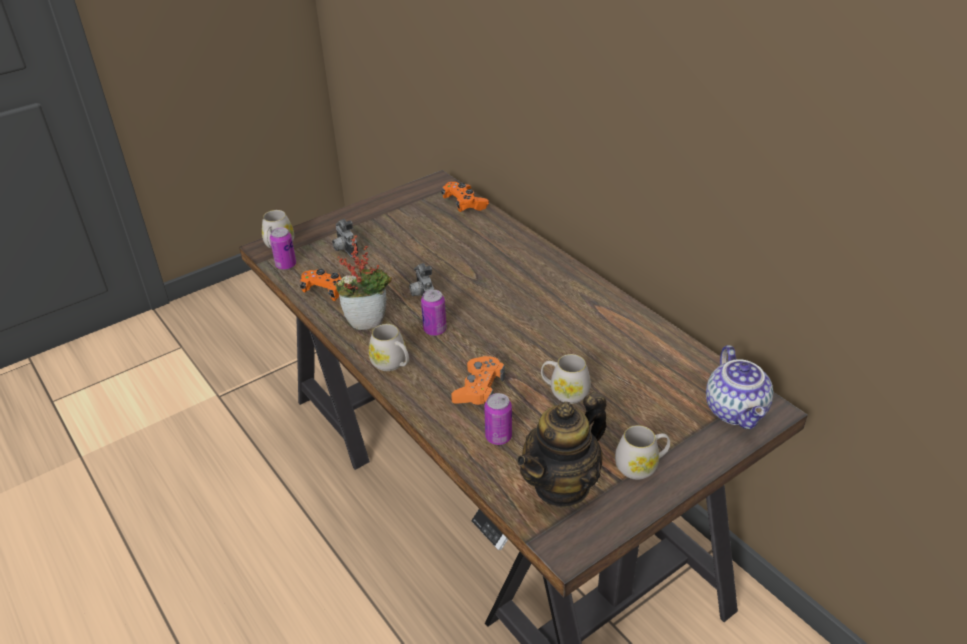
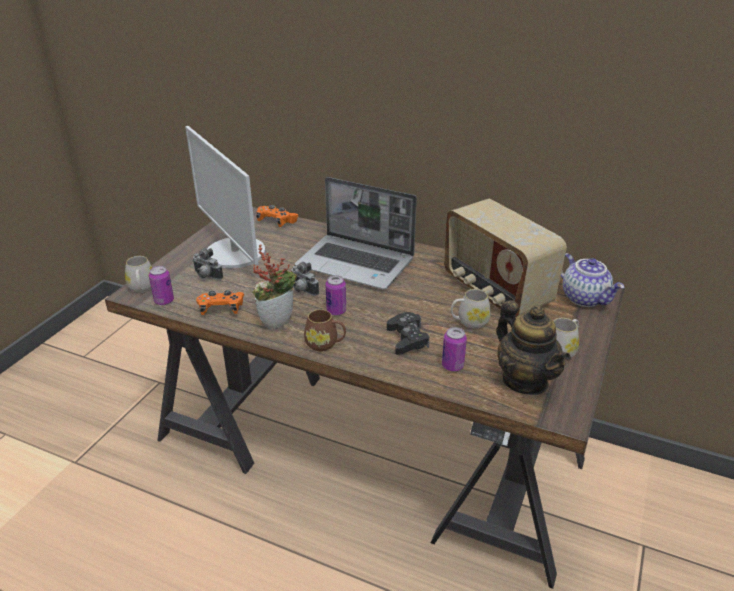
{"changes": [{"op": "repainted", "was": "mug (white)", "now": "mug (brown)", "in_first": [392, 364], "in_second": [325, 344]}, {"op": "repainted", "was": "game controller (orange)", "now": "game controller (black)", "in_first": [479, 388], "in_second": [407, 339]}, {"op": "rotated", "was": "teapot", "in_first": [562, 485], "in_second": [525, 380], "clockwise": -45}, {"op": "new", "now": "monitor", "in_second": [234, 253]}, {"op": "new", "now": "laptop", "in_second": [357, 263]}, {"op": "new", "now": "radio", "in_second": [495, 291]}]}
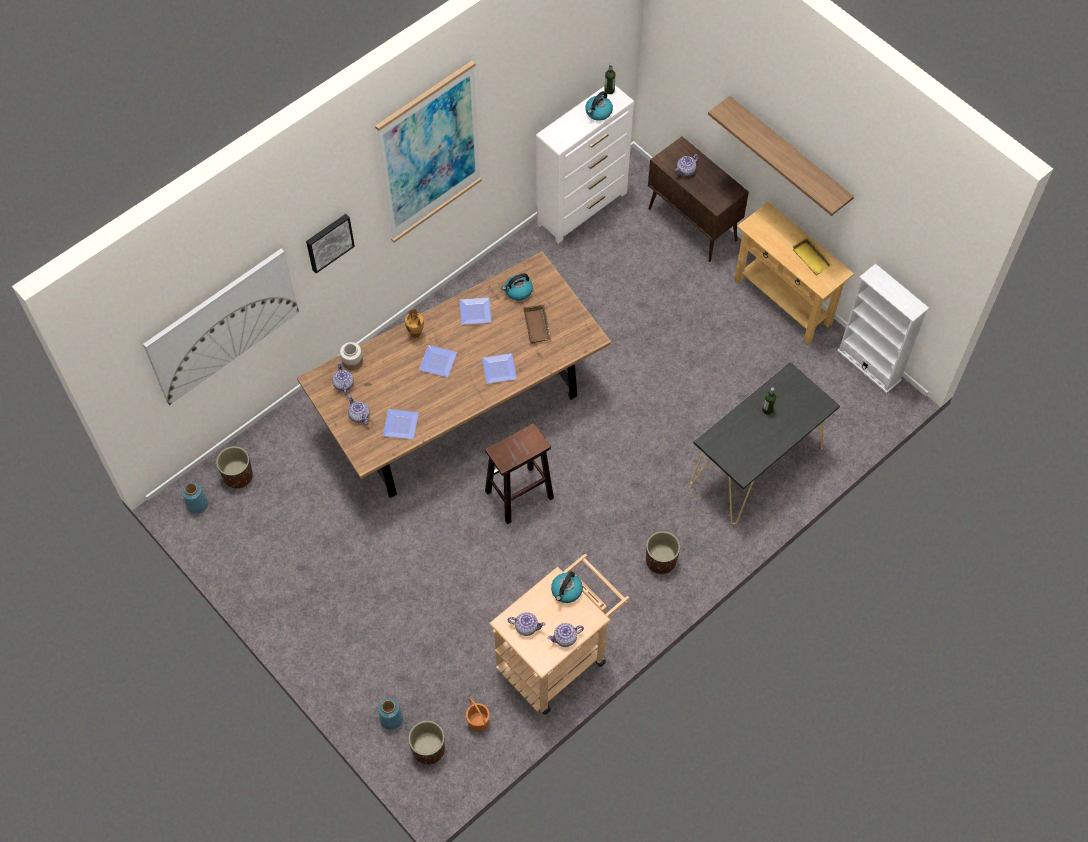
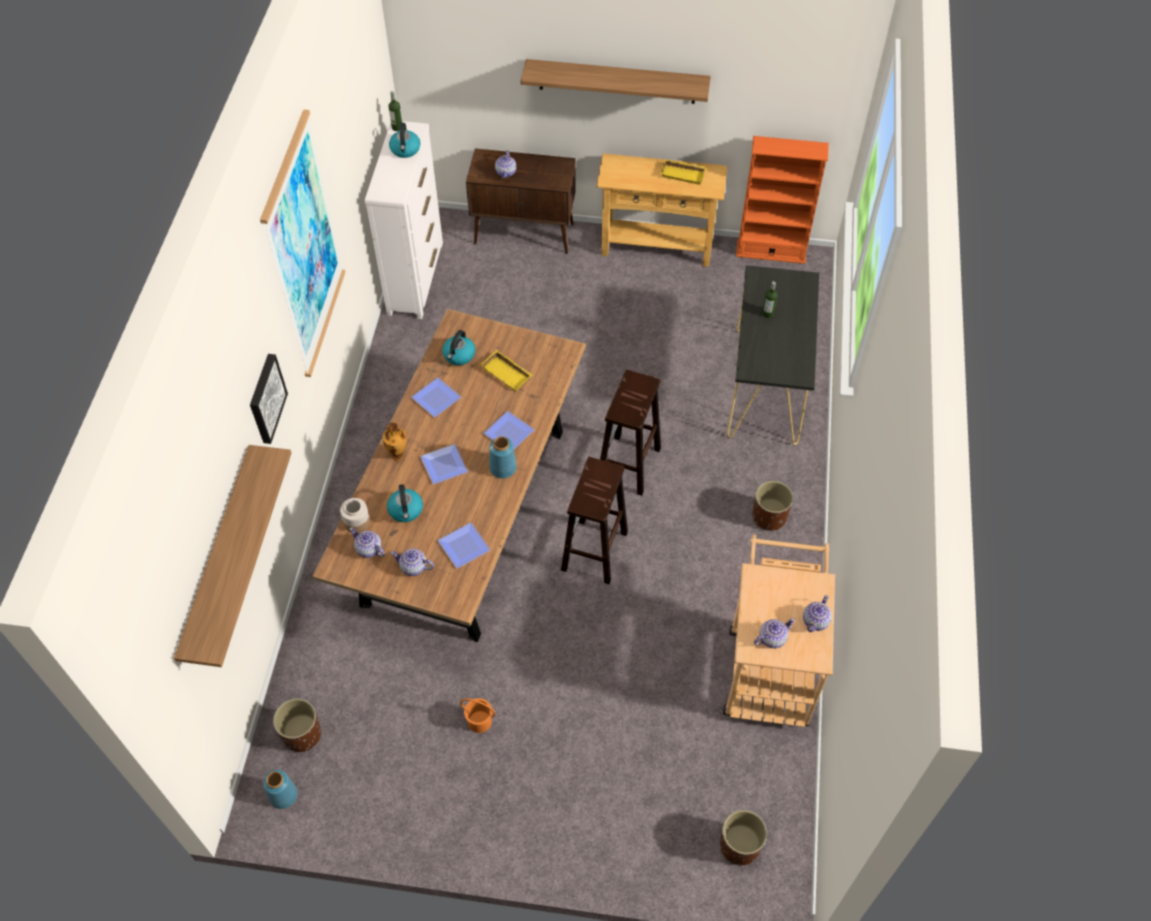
{"changes": [{"op": "swapped", "was": "picture", "now": "shelf", "in_first": [223, 325], "in_second": [218, 557]}, {"op": "repainted", "was": "bookcase (white)", "now": "bookcase (orange)", "in_first": [869, 365], "in_second": [771, 251]}, {"op": "repainted", "was": "tray (brown)", "now": "tray (yellow)", "in_first": [538, 326], "in_second": [508, 373]}, {"op": "shifted", "was": "kettle", "in_first": [566, 591], "in_second": [406, 510]}, {"op": "shifted", "was": "bucket (orange)", "in_first": [478, 722], "in_second": [479, 722]}, {"op": "shifted", "was": "vase (blue)", "in_first": [391, 719], "in_second": [503, 468]}, {"op": "new", "now": "stool (brown)", "in_second": [628, 466]}]}
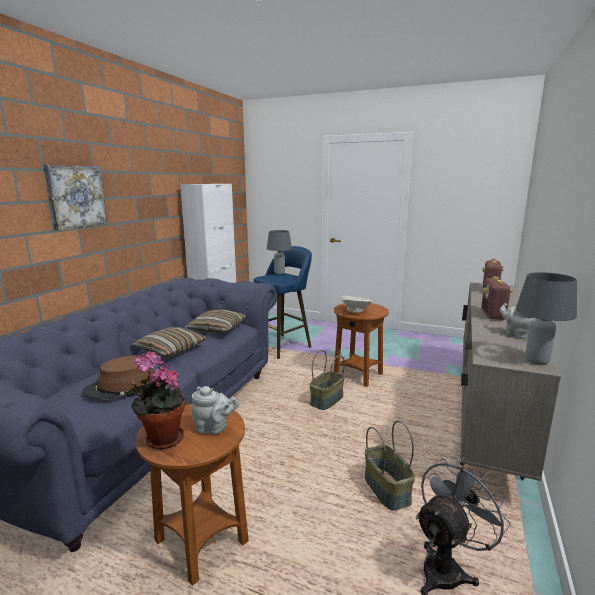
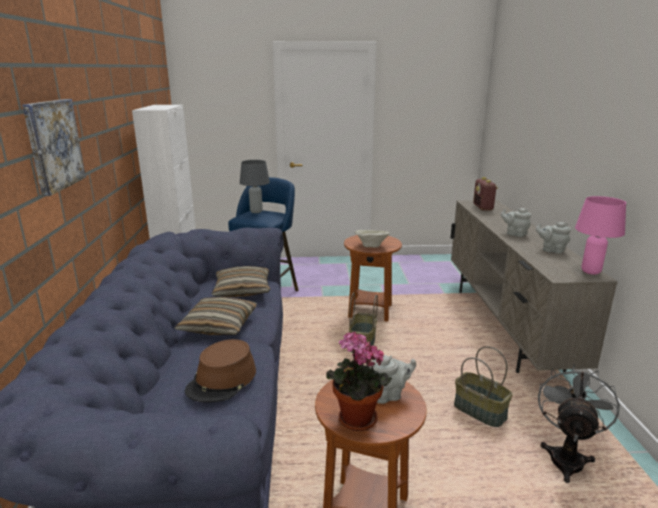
{"changes": [{"op": "repainted", "was": "table lamp (grey)", "now": "table lamp (pink)", "in_first": [536, 361], "in_second": [590, 271]}, {"op": "swapped", "was": "radio", "now": "teapot (grey)", "in_first": [493, 315], "in_second": [515, 234]}]}
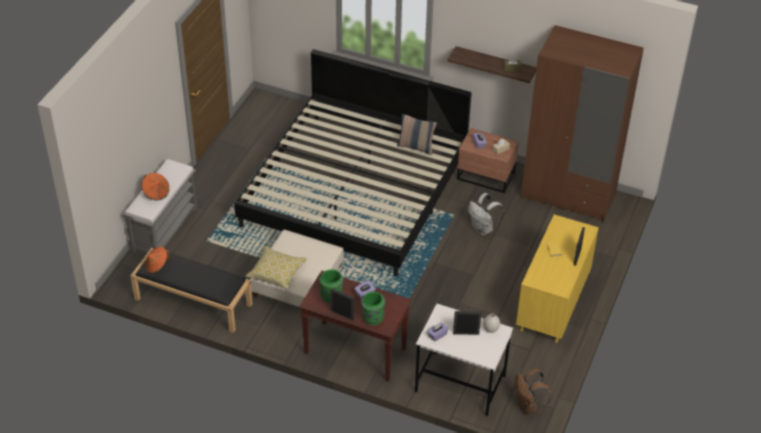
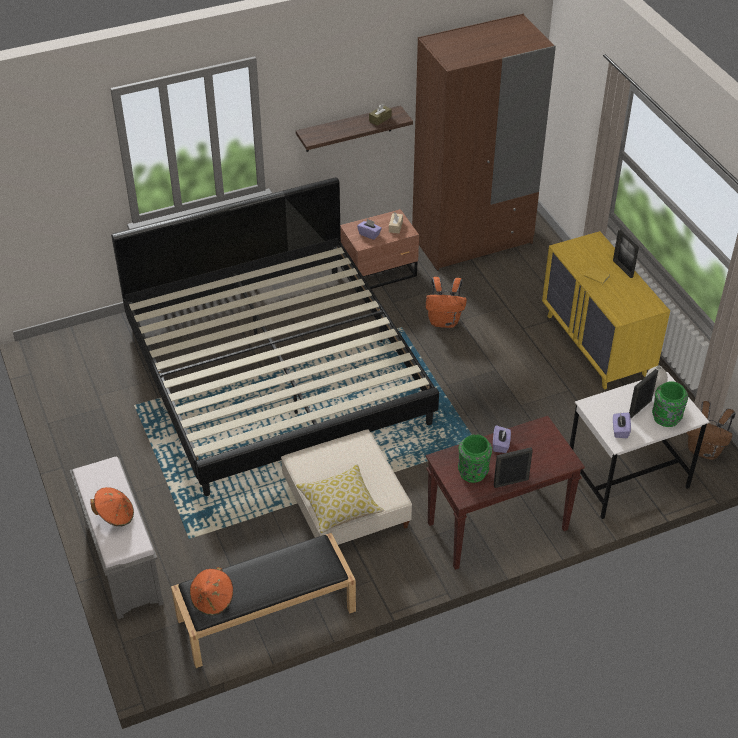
{"changes": [{"op": "gone", "was": "pillow", "in_first": [416, 147]}, {"op": "repainted", "was": "backpack (white)", "now": "backpack (orange)", "in_first": [483, 229], "in_second": [444, 321]}, {"op": "shifted", "was": "vase (green)", "in_first": [372, 318], "in_second": [666, 418]}]}
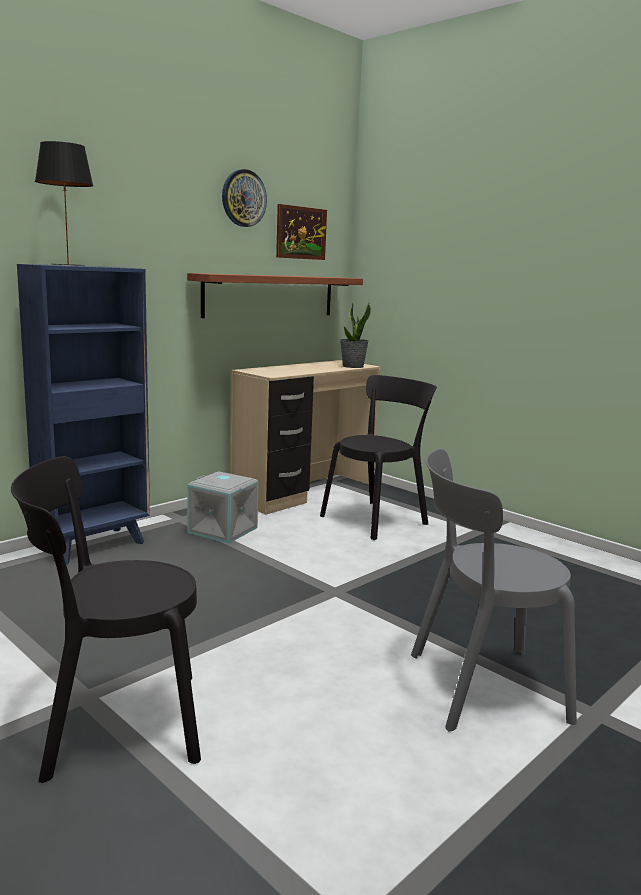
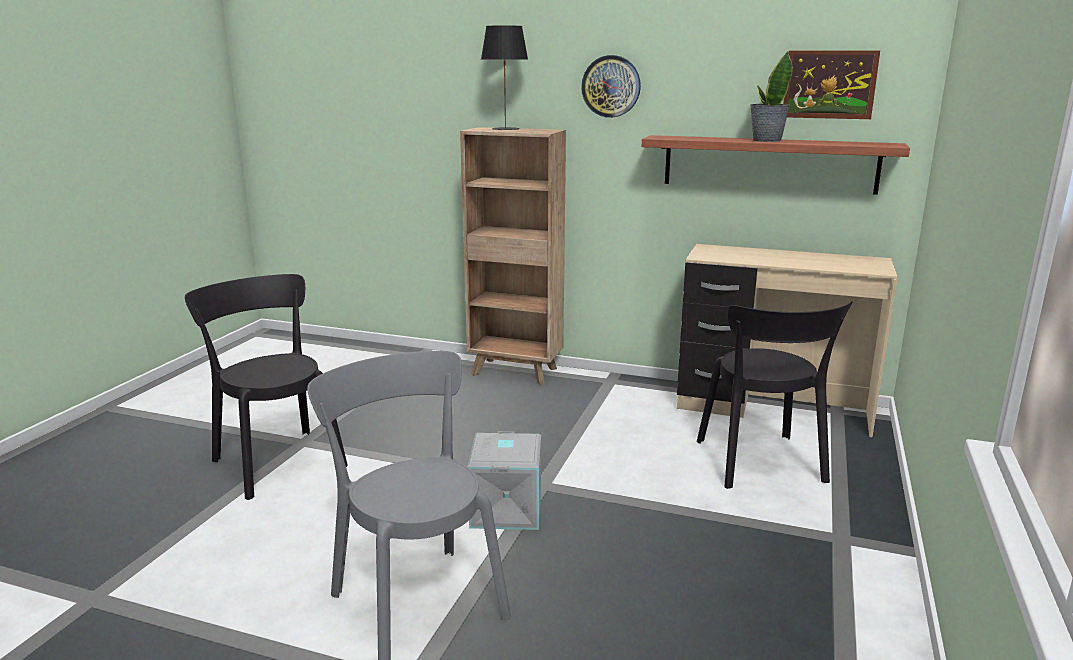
{"changes": [{"op": "shifted", "was": "wall clock", "in_first": [243, 198], "in_second": [611, 86]}, {"op": "repainted", "was": "bookcase (blue)", "now": "bookcase (brown)", "in_first": [95, 545], "in_second": [516, 372]}, {"op": "shifted", "was": "potted plant", "in_first": [353, 366], "in_second": [766, 140]}, {"op": "rotated", "was": "chair (black)", "in_first": [377, 519], "in_second": [761, 464], "clockwise": 60}, {"op": "shifted", "was": "storage box (grey)", "in_first": [224, 530], "in_second": [508, 510]}]}
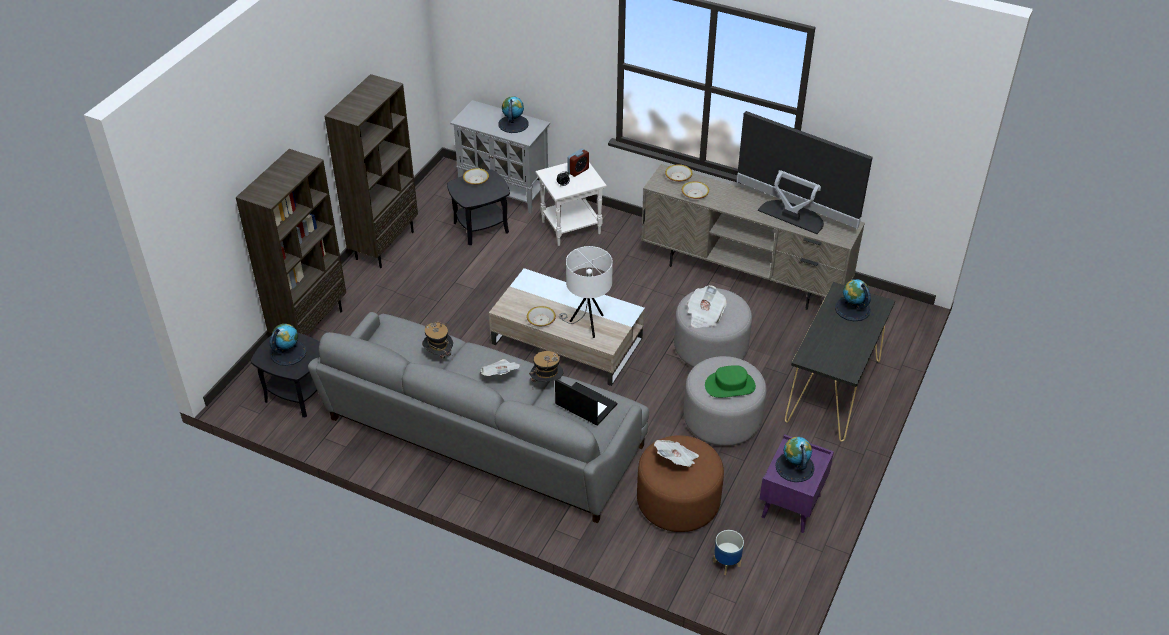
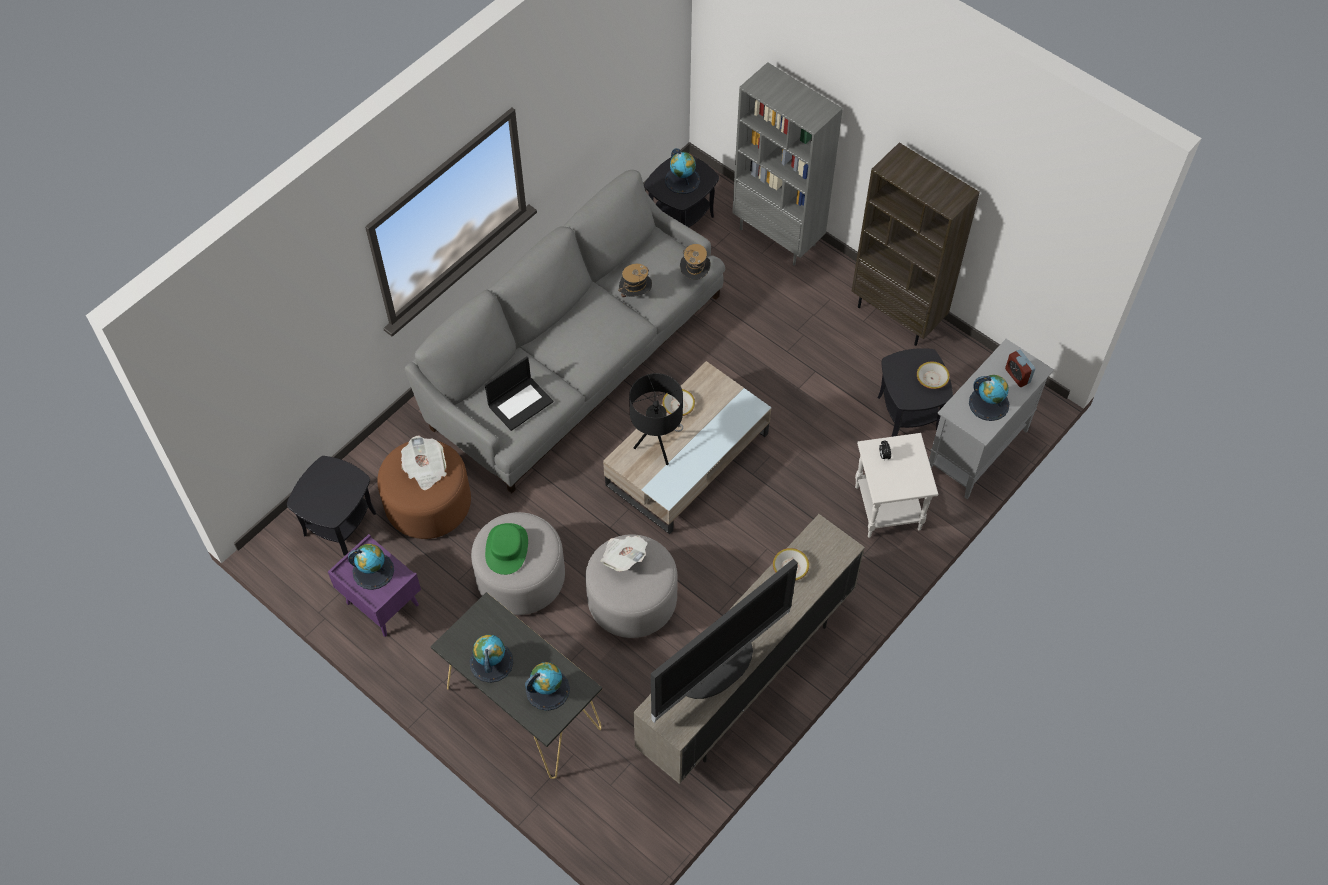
{"changes": [{"op": "shifted", "was": "alarm clock", "in_first": [578, 171], "in_second": [1017, 376]}, {"op": "repainted", "was": "bookcase (brown)", "now": "bookcase (grey)", "in_first": [310, 326], "in_second": [778, 236]}, {"op": "gone", "was": "bowl", "in_first": [678, 177]}, {"op": "repainted", "was": "table lamp (white)", "now": "table lamp (black)", "in_first": [587, 324], "in_second": [658, 447]}, {"op": "shifted", "was": "hat", "in_first": [547, 383], "in_second": [694, 276]}, {"op": "gone", "was": "newspaper", "in_first": [500, 375]}, {"op": "swapped", "was": "planter", "now": "side table (black)", "in_first": [726, 564], "in_second": [340, 523]}, {"op": "new", "now": "globe", "in_second": [491, 662]}]}
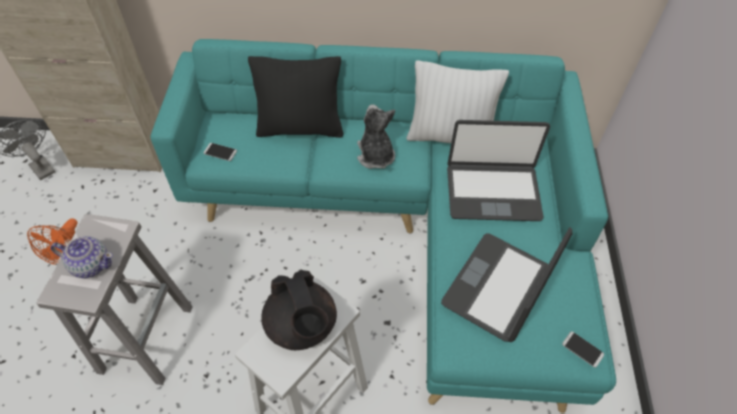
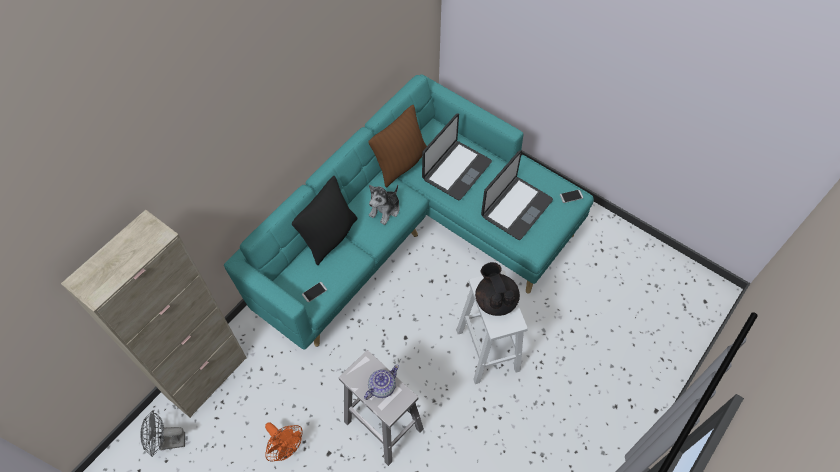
{"changes": [{"op": "repainted", "was": "pillow (white)", "now": "pillow (brown)", "in_first": [450, 136], "in_second": [401, 164]}, {"op": "rotated", "was": "plush toy", "in_first": [375, 155], "in_second": [385, 210], "clockwise": -75}, {"op": "rotated", "was": "laptop", "in_first": [498, 288], "in_second": [516, 208], "clockwise": -120}, {"op": "rotated", "was": "teapot (black)", "in_first": [301, 326], "in_second": [495, 300], "clockwise": -120}]}
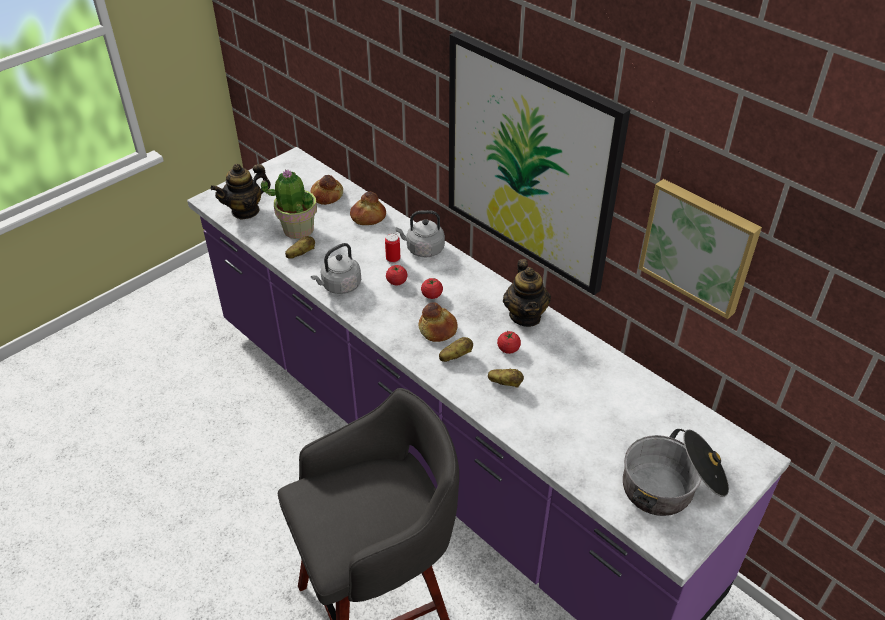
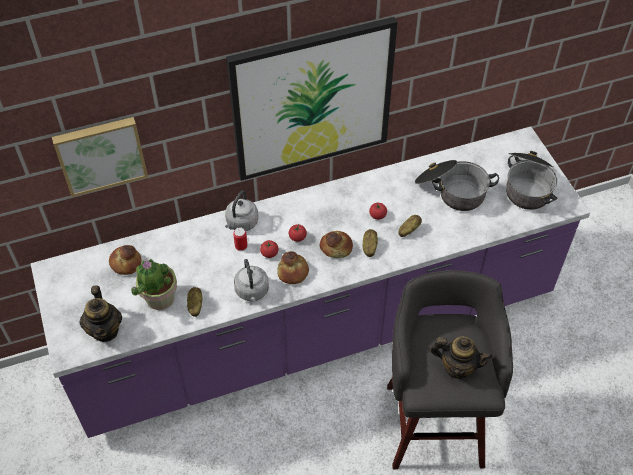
{"changes": [{"op": "shifted", "was": "picture", "in_first": [699, 246], "in_second": [100, 154]}, {"op": "shifted", "was": "bread", "in_first": [368, 217], "in_second": [293, 272]}, {"op": "shifted", "was": "teapot", "in_first": [525, 316], "in_second": [457, 367]}, {"op": "new", "now": "cooking pot", "in_second": [452, 191]}]}
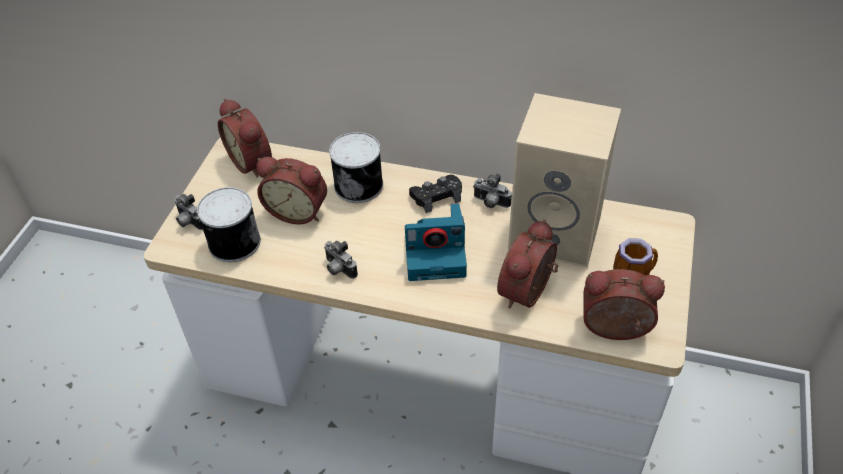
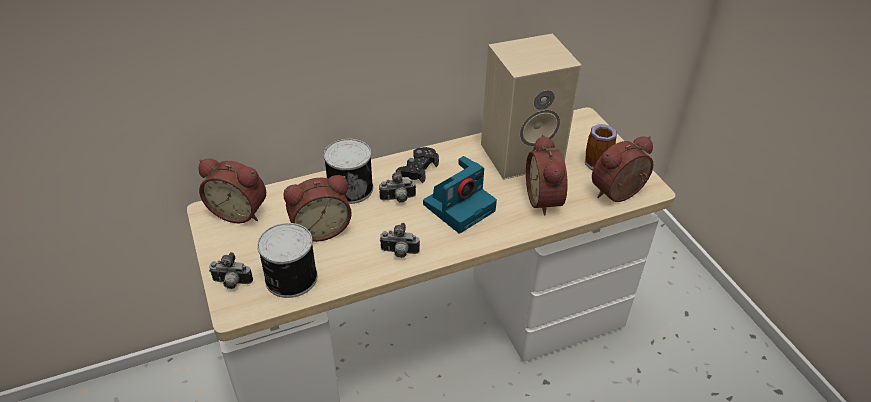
{"changes": [{"op": "shifted", "was": "photo camera", "in_first": [490, 203], "in_second": [398, 199]}]}
